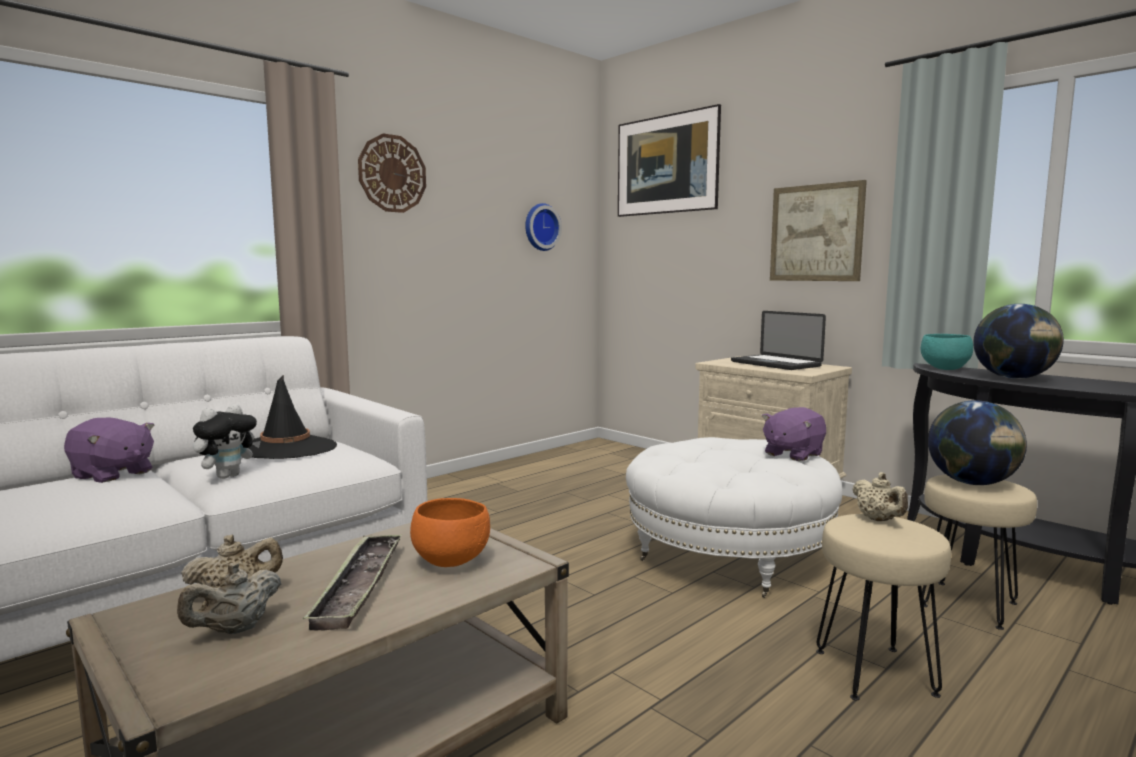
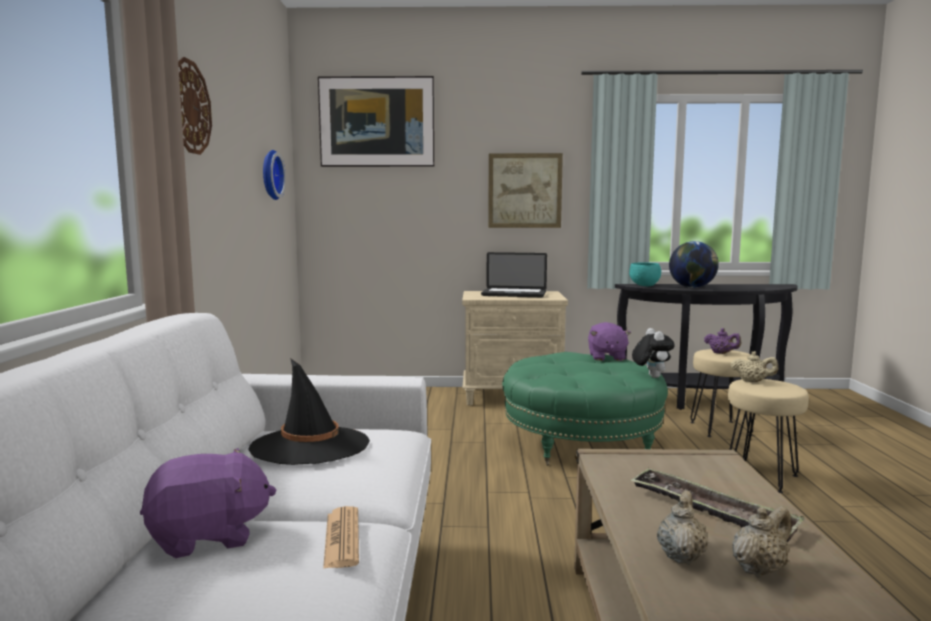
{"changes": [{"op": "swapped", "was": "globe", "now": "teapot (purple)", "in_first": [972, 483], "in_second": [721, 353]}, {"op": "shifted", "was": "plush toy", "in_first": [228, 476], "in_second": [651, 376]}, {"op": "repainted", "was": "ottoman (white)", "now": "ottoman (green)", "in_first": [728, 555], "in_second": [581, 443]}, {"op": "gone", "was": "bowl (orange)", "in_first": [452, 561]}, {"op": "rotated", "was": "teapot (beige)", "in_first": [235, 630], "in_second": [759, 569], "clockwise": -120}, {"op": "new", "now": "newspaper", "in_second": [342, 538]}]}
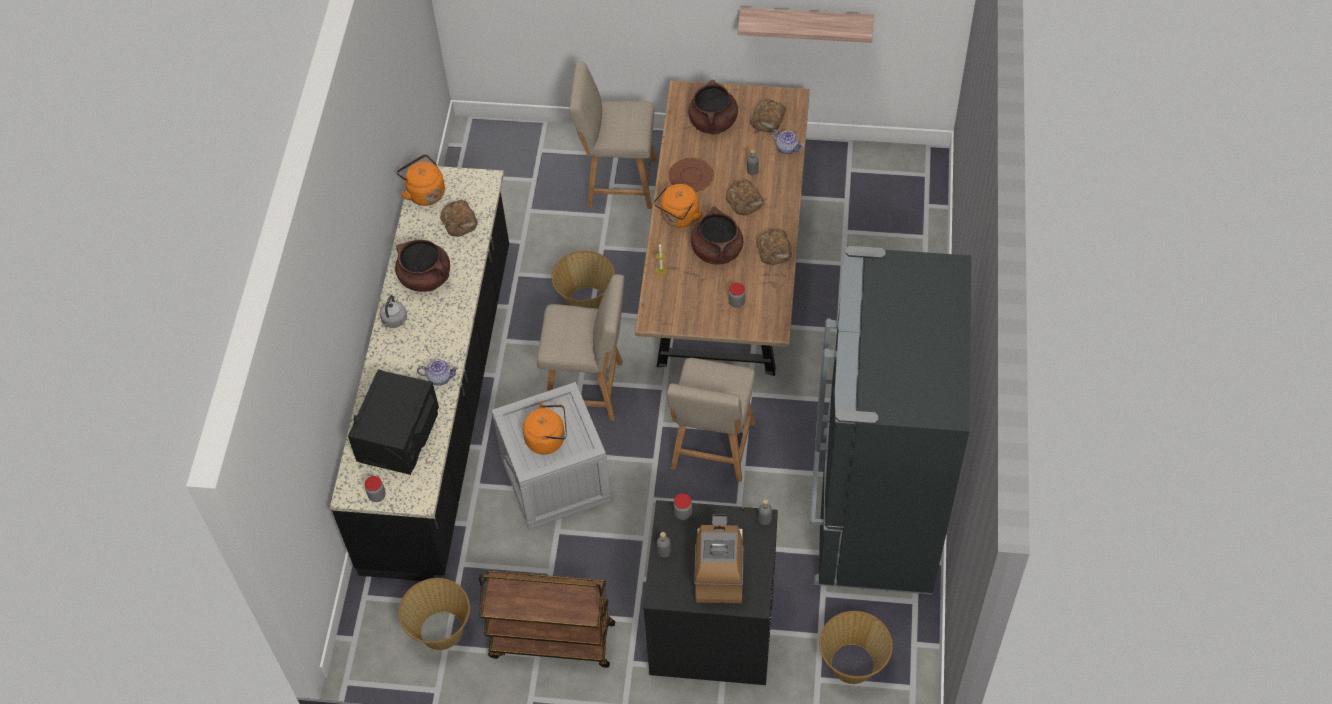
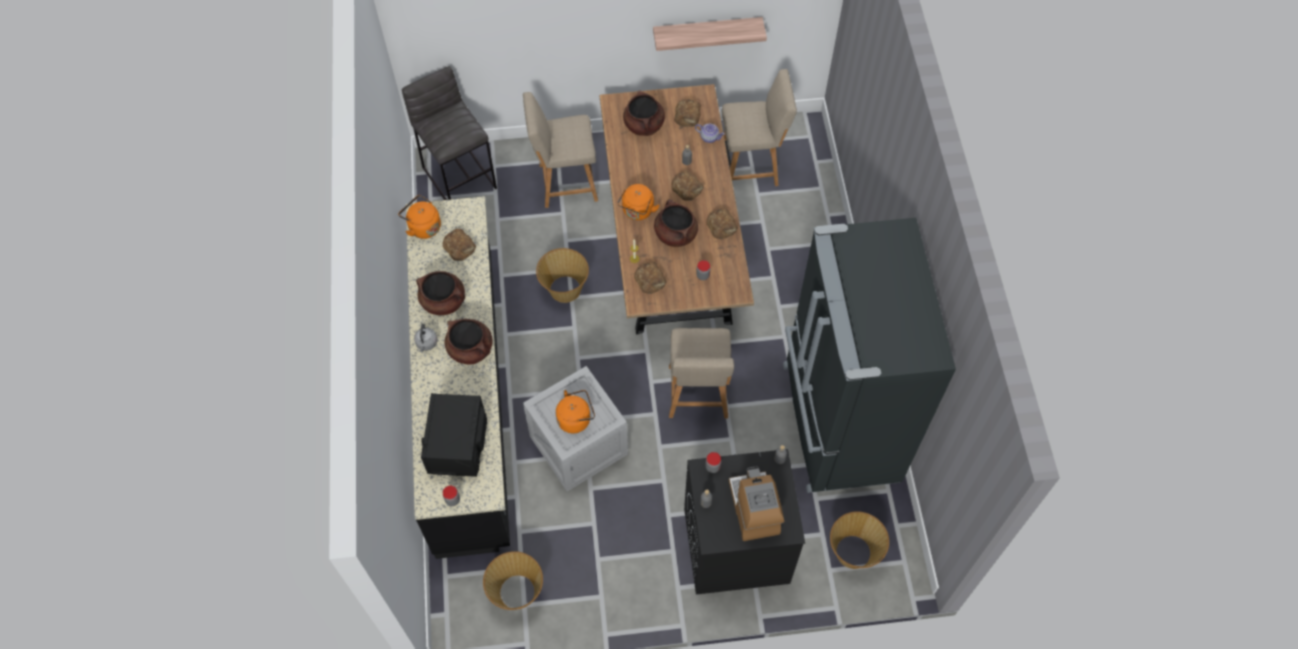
{"changes": [{"op": "gone", "was": "plate (brown)", "in_first": [690, 176]}, {"op": "shifted", "was": "chair (beige)", "in_first": [589, 388], "in_second": [752, 166]}, {"op": "gone", "was": "teapot", "in_first": [440, 377]}, {"op": "gone", "was": "cart (brown)", "in_first": [550, 641]}, {"op": "new", "now": "stool (grey)", "in_second": [459, 177]}, {"op": "new", "now": "bread", "in_second": [650, 279]}, {"op": "new", "now": "cooking pot (brown)", "in_second": [471, 349]}]}
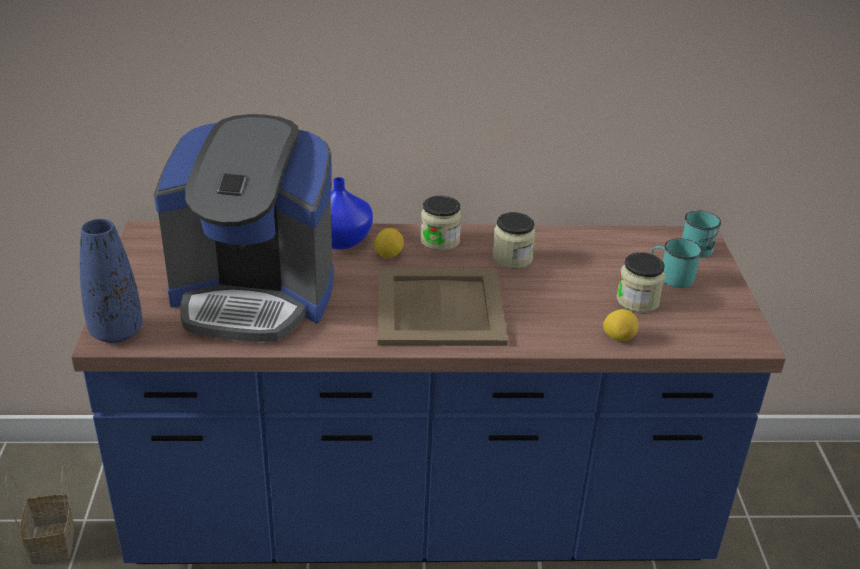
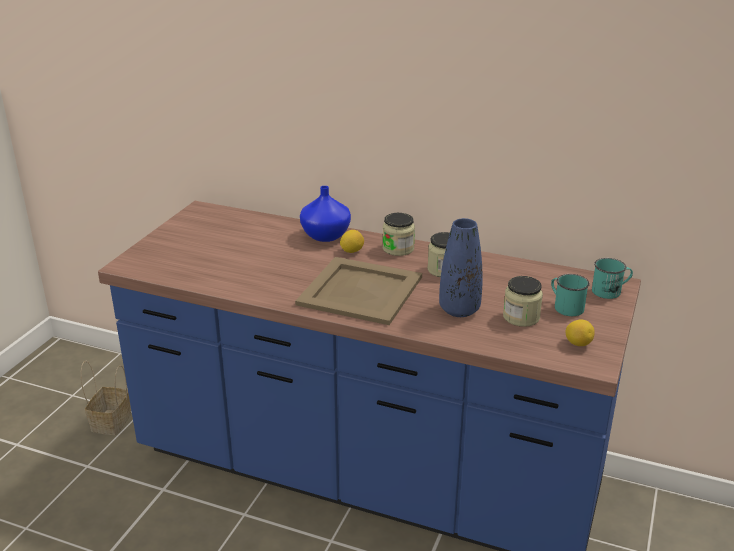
{"changes": [{"op": "gone", "was": "coffee machine", "in_first": [254, 296]}, {"op": "shifted", "was": "vase (blue)", "in_first": [116, 332], "in_second": [459, 310]}, {"op": "shifted", "was": "lemon", "in_first": [618, 337], "in_second": [578, 344]}]}
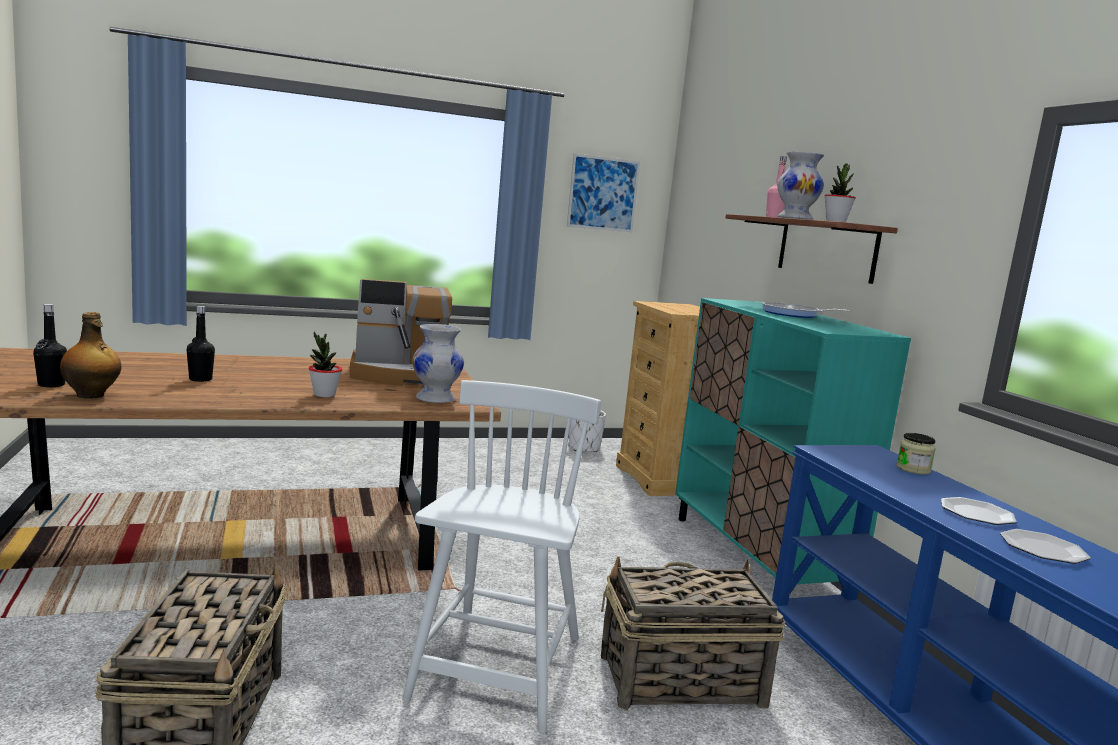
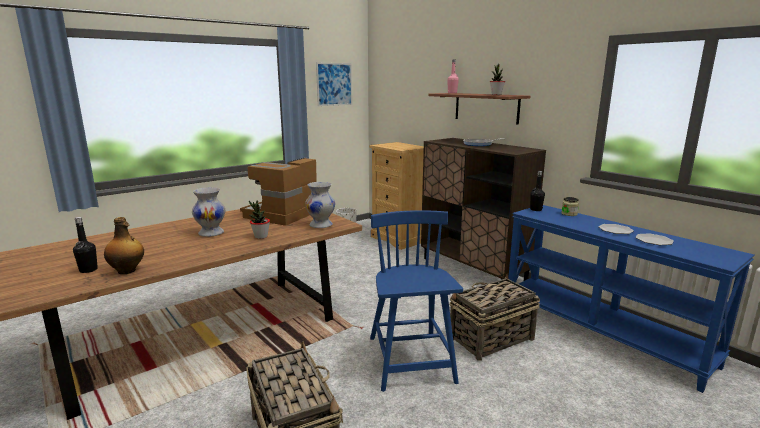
{"changes": [{"op": "shifted", "was": "vase (white)", "in_first": [795, 219], "in_second": [211, 233]}, {"op": "rotated", "was": "coffee machine", "in_first": [402, 376], "in_second": [282, 214], "clockwise": 150}, {"op": "repainted", "was": "cabinet (turquoise)", "now": "cabinet (brown)", "in_first": [756, 558], "in_second": [473, 269]}, {"op": "shifted", "was": "bottle (black)", "in_first": [200, 379], "in_second": [536, 209]}, {"op": "repainted", "was": "chair (white)", "now": "chair (blue)", "in_first": [497, 670], "in_second": [410, 361]}]}
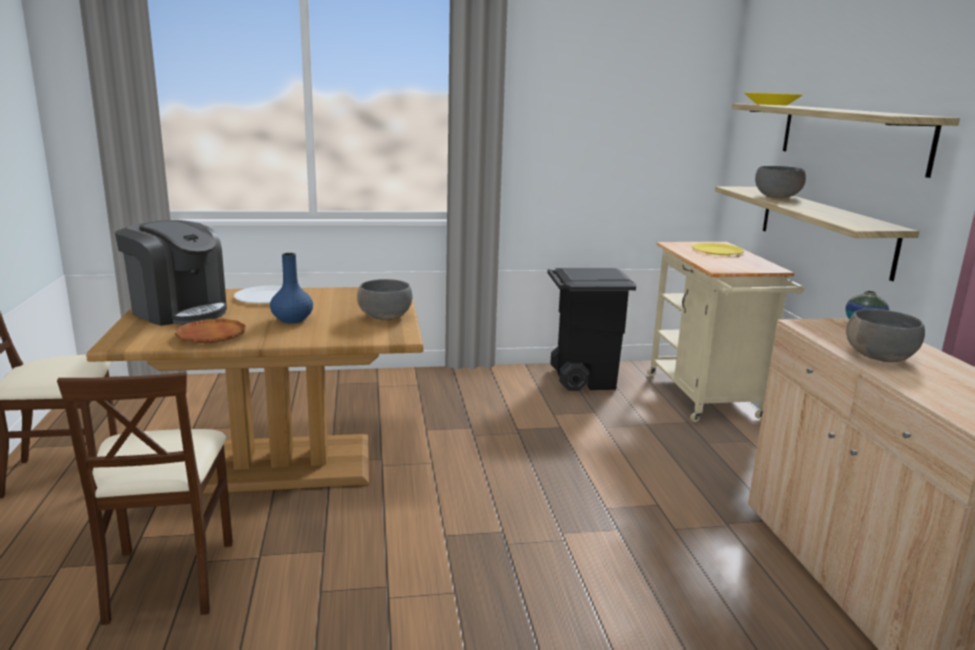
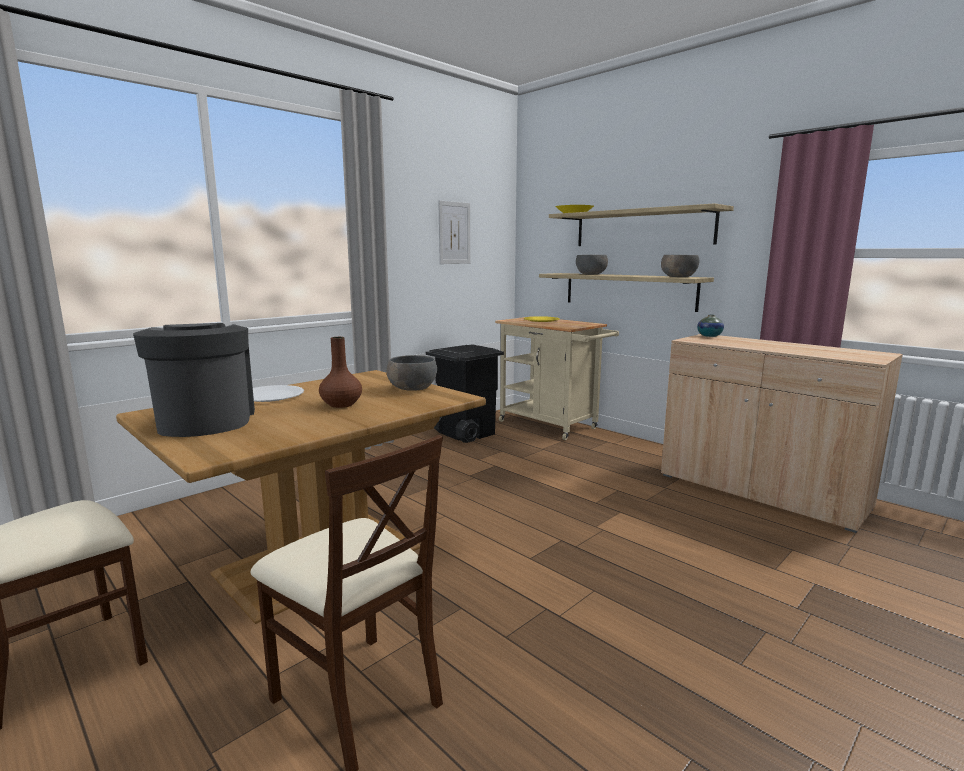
{"changes": [{"op": "rotated", "was": "coffee machine", "in_first": [179, 311], "in_second": [205, 420], "clockwise": -105}, {"op": "repainted", "was": "vase (blue)", "now": "vase (brown)", "in_first": [292, 319], "in_second": [341, 404]}, {"op": "shifted", "was": "bowl (grey)", "in_first": [879, 356], "in_second": [678, 277]}, {"op": "gone", "was": "plate (brown)", "in_first": [211, 336]}, {"op": "new", "now": "picture", "in_second": [454, 233]}]}
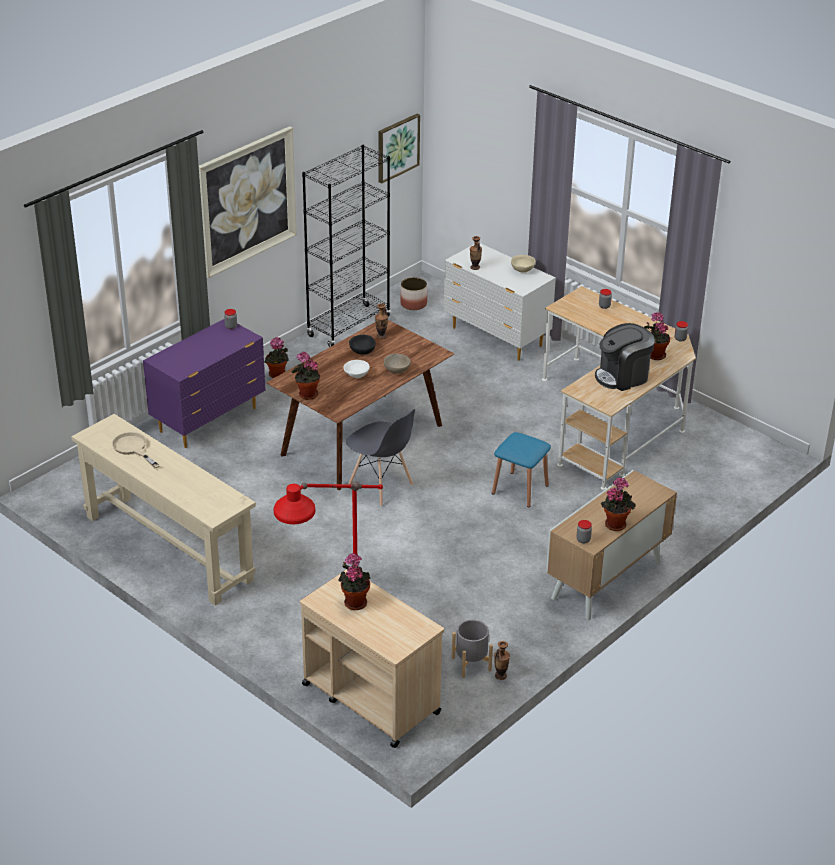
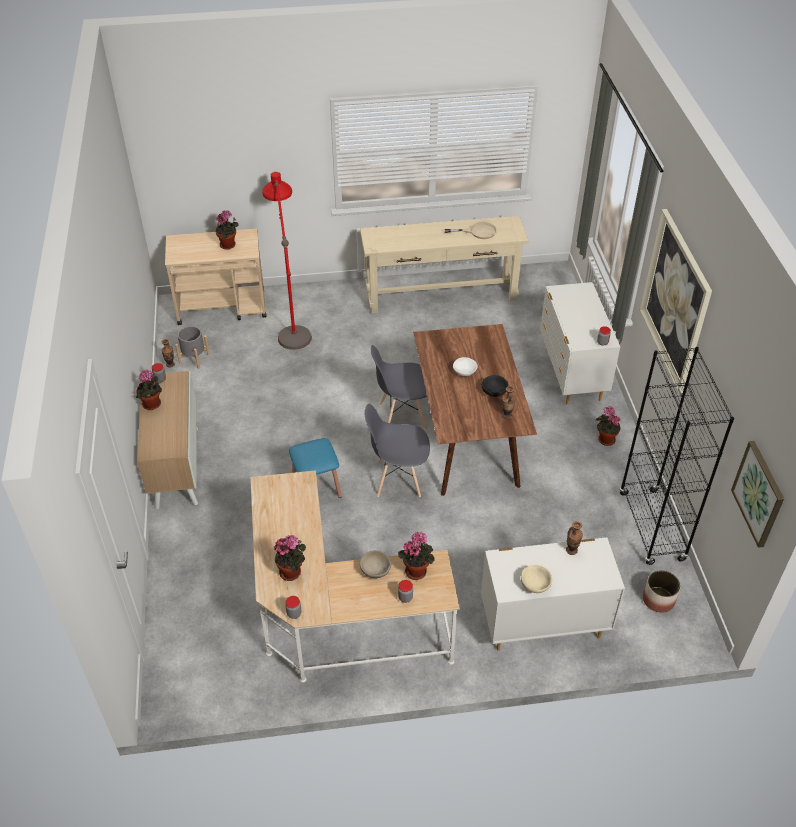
{"changes": [{"op": "repainted", "was": "dresser (purple)", "now": "dresser (white)", "in_first": [209, 420], "in_second": [571, 374]}, {"op": "gone", "was": "coffee machine", "in_first": [623, 376]}, {"op": "shifted", "was": "potted plant", "in_first": [306, 395], "in_second": [416, 570]}, {"op": "shifted", "was": "bowl (beige)", "in_first": [397, 370], "in_second": [375, 571]}, {"op": "new", "now": "chair (grey)", "in_second": [398, 479]}]}
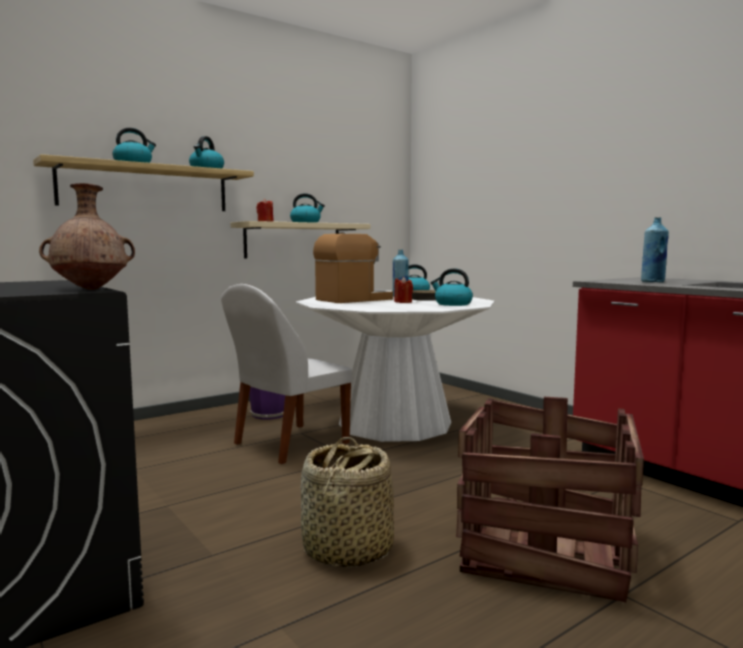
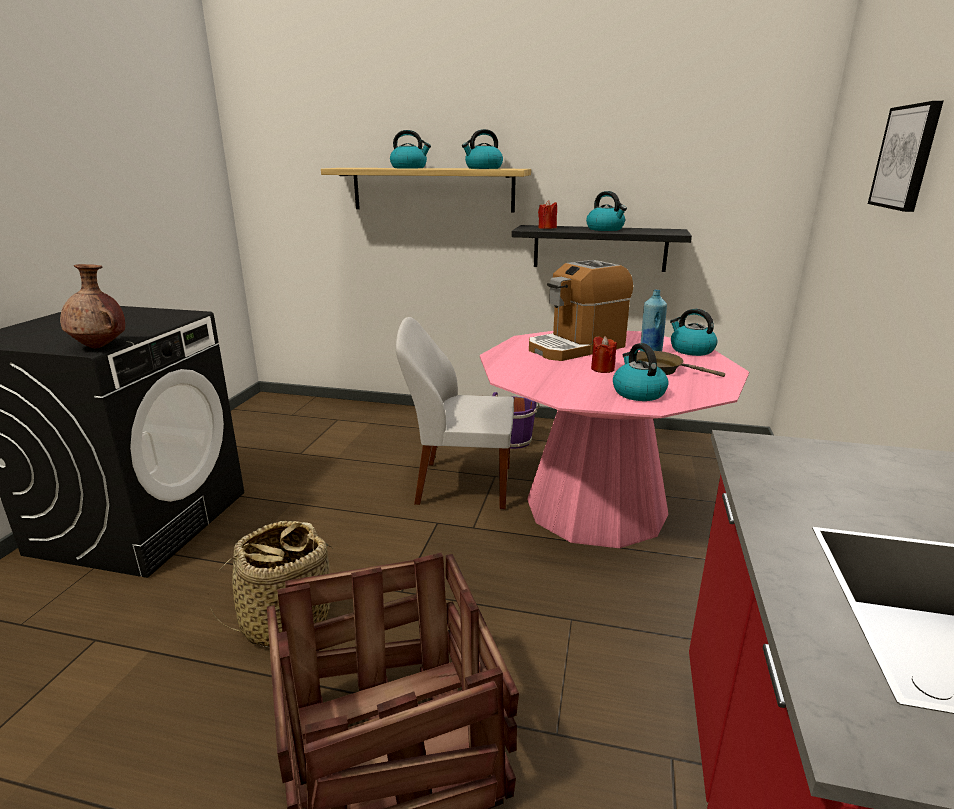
{"changes": [{"op": "gone", "was": "bottle (blue)", "in_first": [653, 282]}, {"op": "repainted", "was": "shelf (beige)", "now": "shelf (black)", "in_first": [293, 240], "in_second": [599, 248]}, {"op": "rotated", "was": "coffee machine", "in_first": [354, 299], "in_second": [576, 347], "clockwise": 135}, {"op": "repainted", "was": "dining table (white)", "now": "dining table (pink)", "in_first": [395, 423], "in_second": [596, 506]}, {"op": "new", "now": "picture", "in_second": [906, 157]}]}
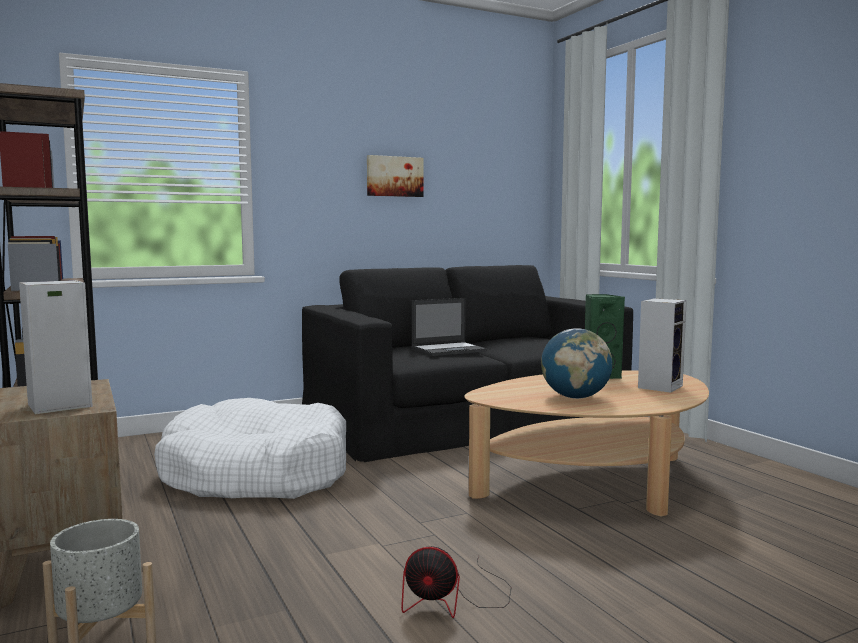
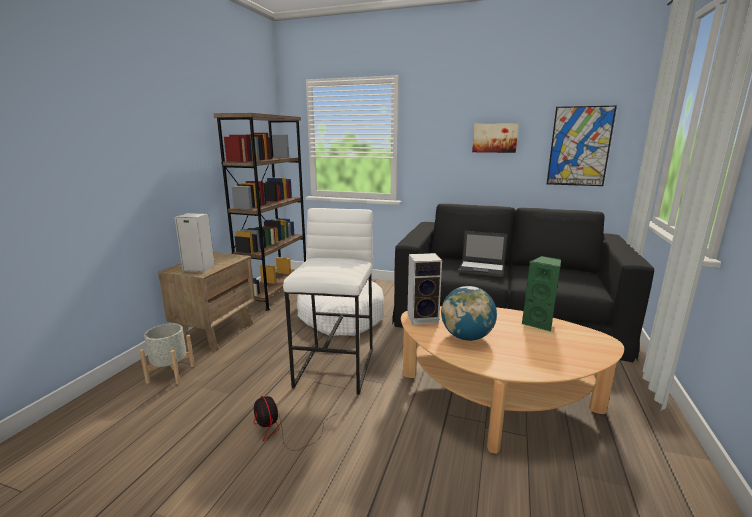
{"changes": [{"op": "shifted", "was": "speaker", "in_first": [660, 386], "in_second": [423, 318]}, {"op": "new", "now": "picture", "in_second": [579, 146]}, {"op": "new", "now": "stool (white)", "in_second": [336, 367]}]}
